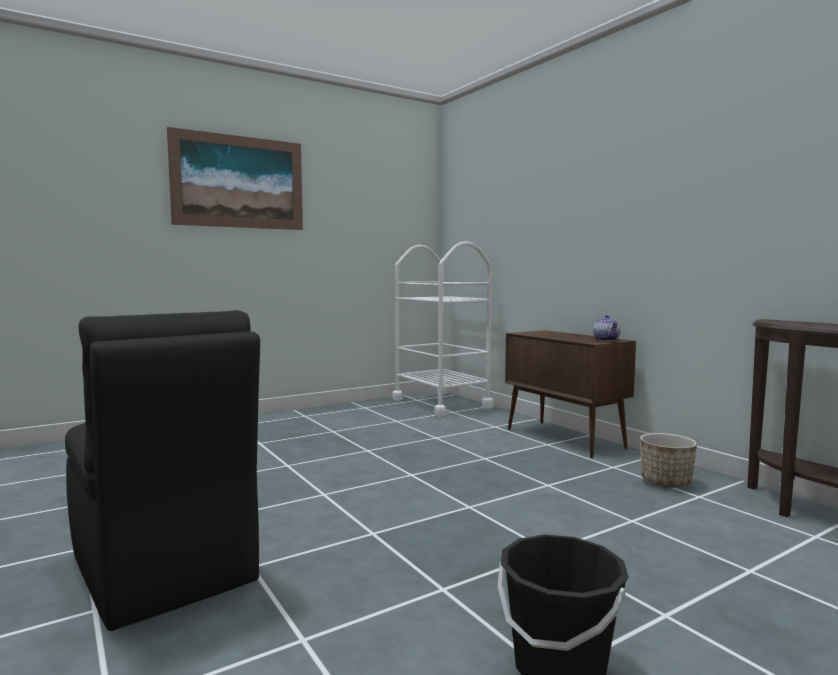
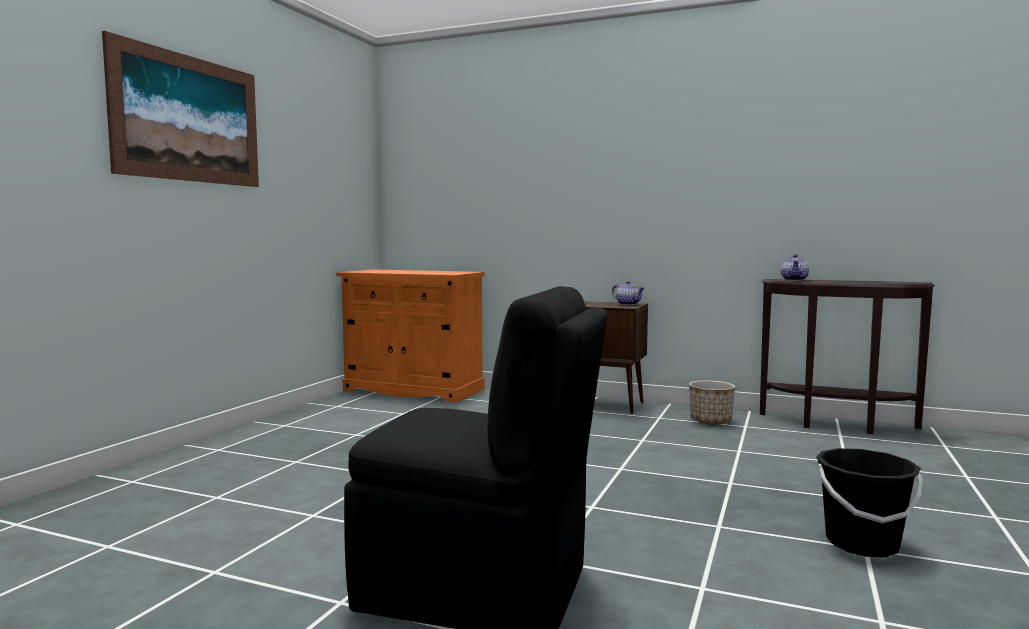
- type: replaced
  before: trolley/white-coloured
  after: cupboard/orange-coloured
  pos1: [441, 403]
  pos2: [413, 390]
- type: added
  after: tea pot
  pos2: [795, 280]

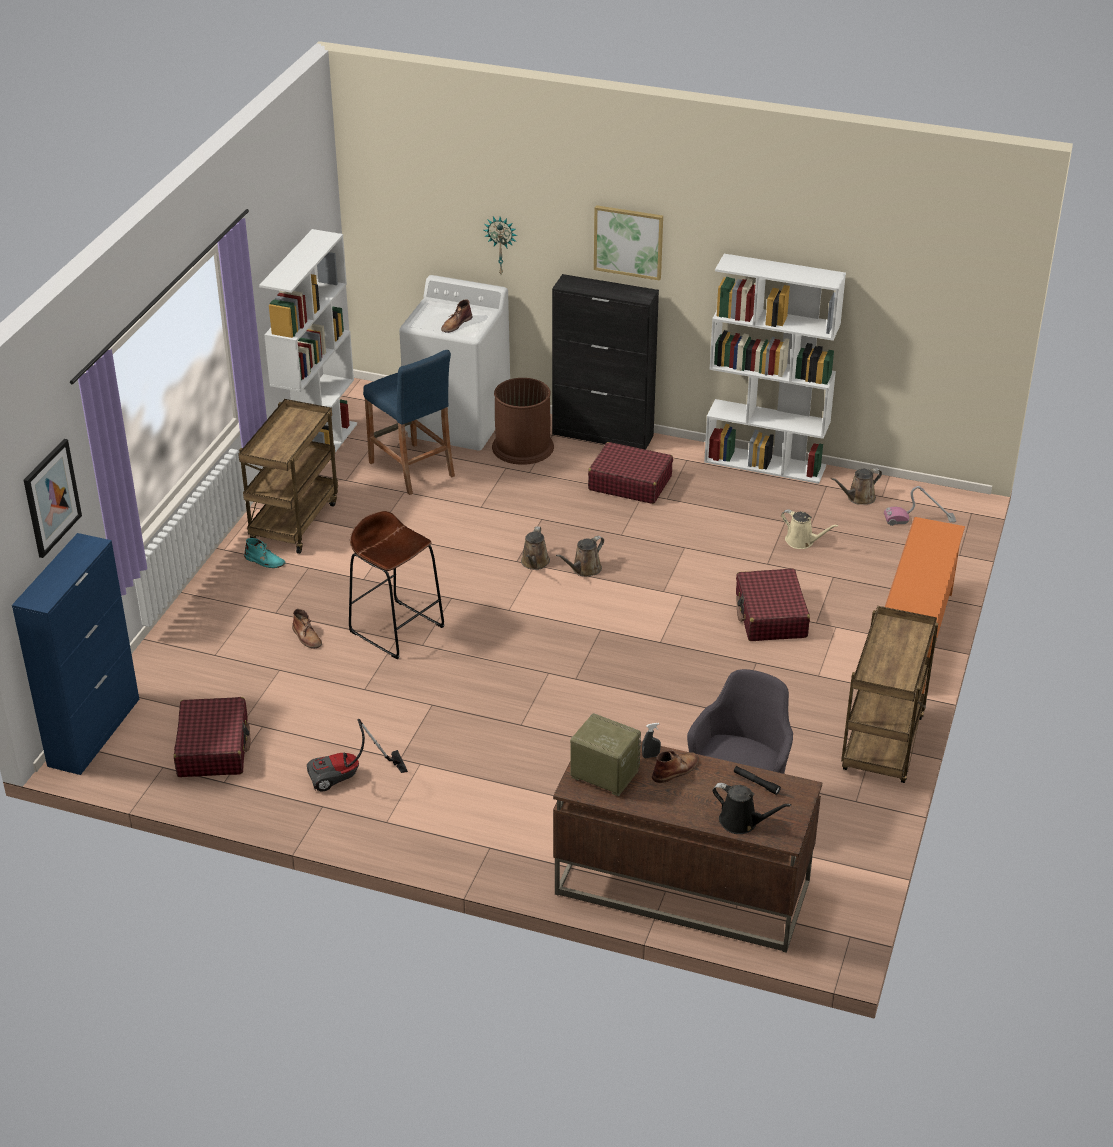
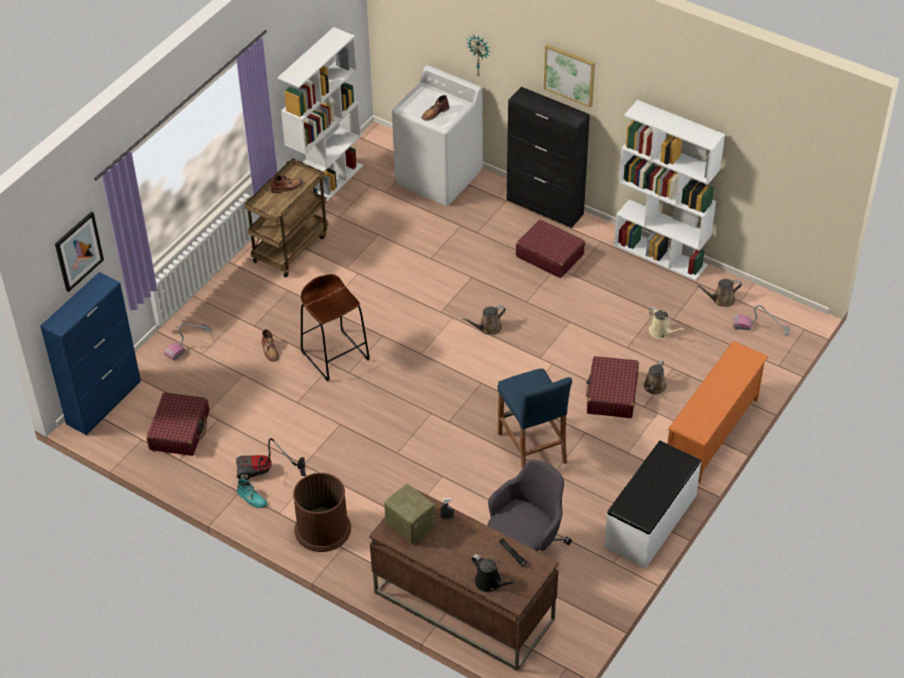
- type: added
  after: vacuum cleaner
  pos2: [188, 343]
- type: moved
  before: high-top boot/turquoise-coloured
  pos1: [265, 561]
  pos2: [252, 498]
- type: moved
  before: high-top boot/brownish
  pos1: [676, 770]
  pos2: [287, 187]
- type: moved
  before: waste bin/brownish
  pos1: [523, 447]
  pos2: [323, 529]
- type: moved
  before: sitting stool/blue-coloured
  pos1: [411, 469]
  pos2: [531, 447]
- type: replaced
  before: trolley/brownish
  after: bench/white-coloured
  pos1: [883, 746]
  pos2: [651, 521]
- type: moved
  before: watering pot/brownish
  pos1: [534, 563]
  pos2: [654, 388]

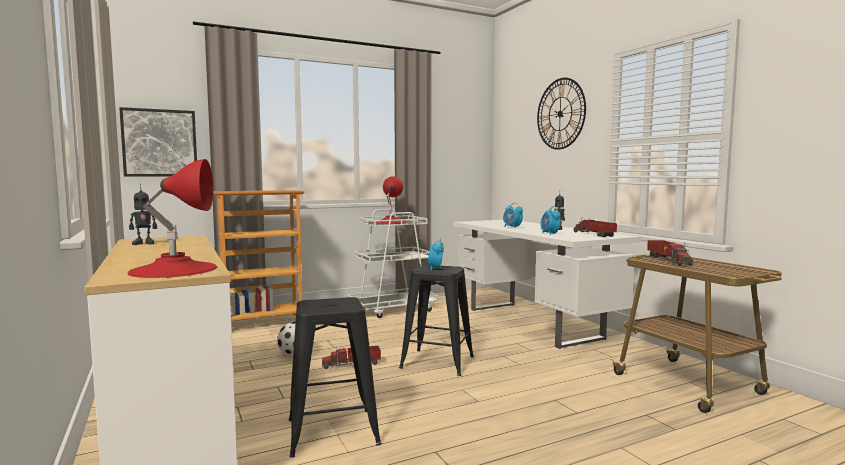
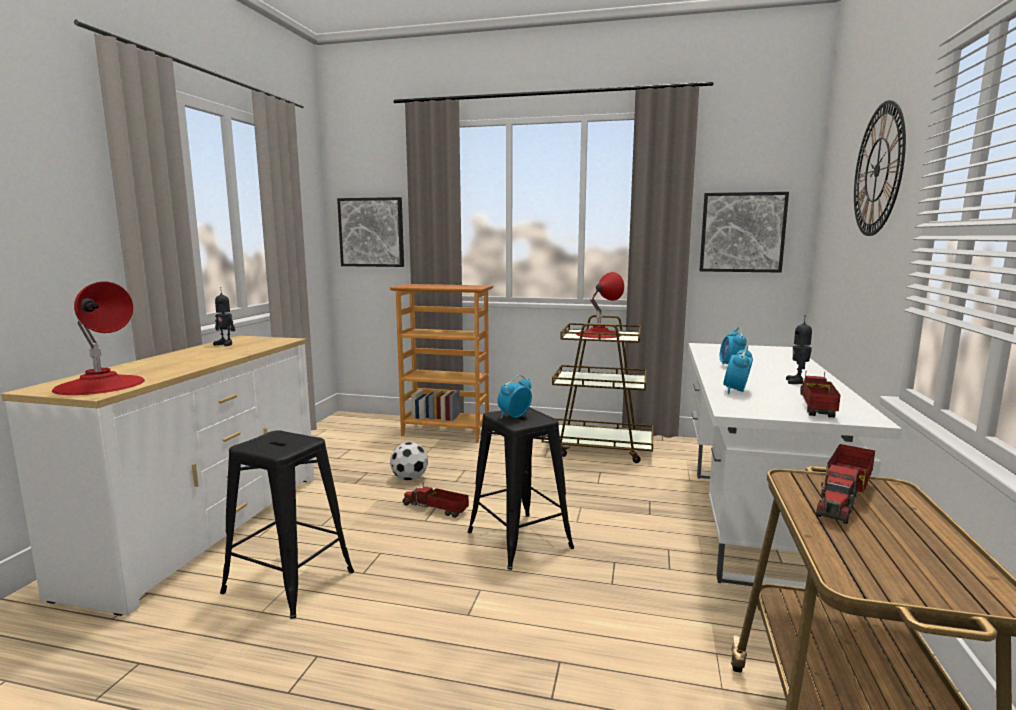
- type: recoloured
  before: trolley/white-coloured
  after: trolley/brownish
  pos1: [393, 309]
  pos2: [598, 448]
- type: added
  after: wall art
  pos2: [742, 232]

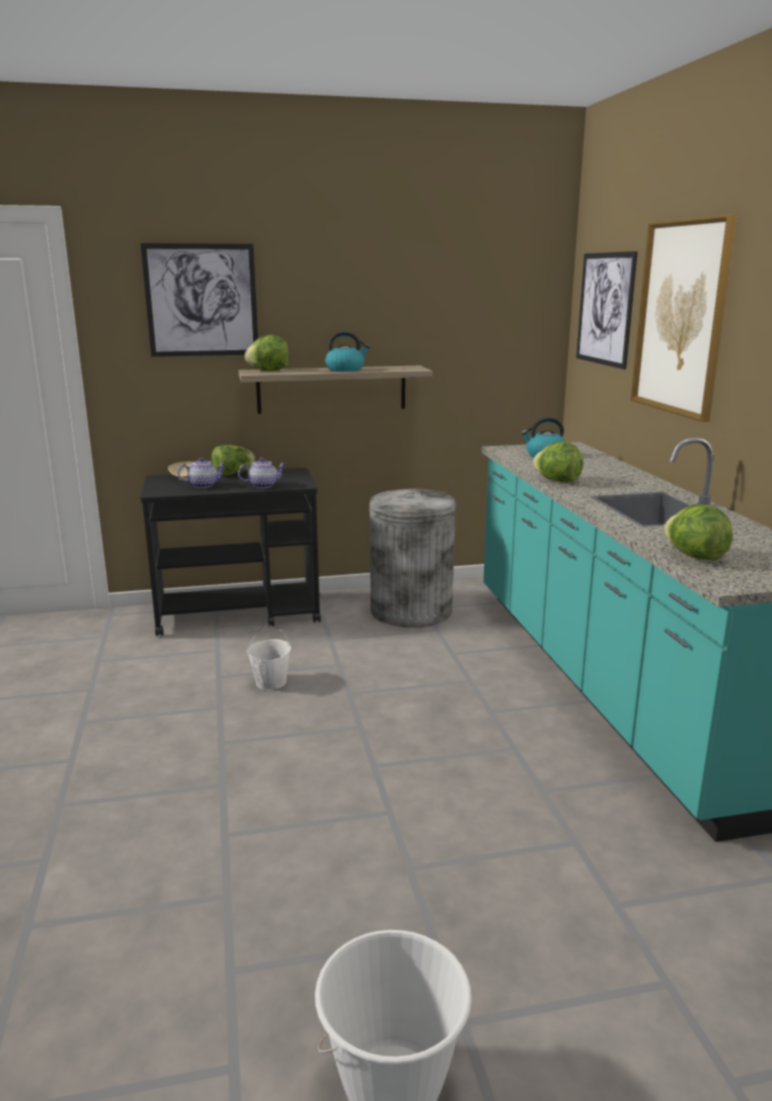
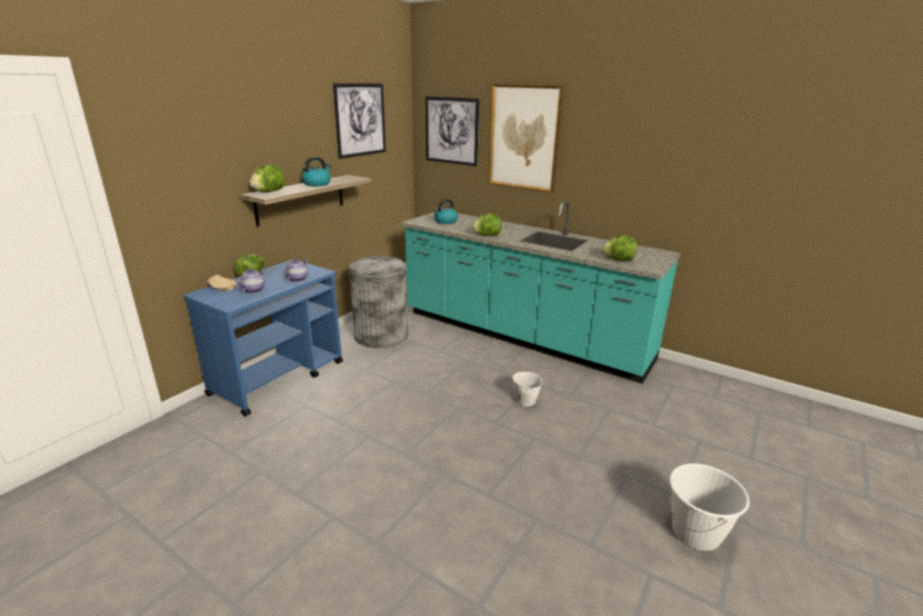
- type: recoloured
  before: trolley/black
  after: trolley/blue-coloured
  pos1: [239, 614]
  pos2: [279, 377]
- type: moved
  before: wall art
  pos1: [201, 300]
  pos2: [360, 120]
- type: moved
  before: bucket/white-coloured
  pos1: [271, 682]
  pos2: [525, 400]

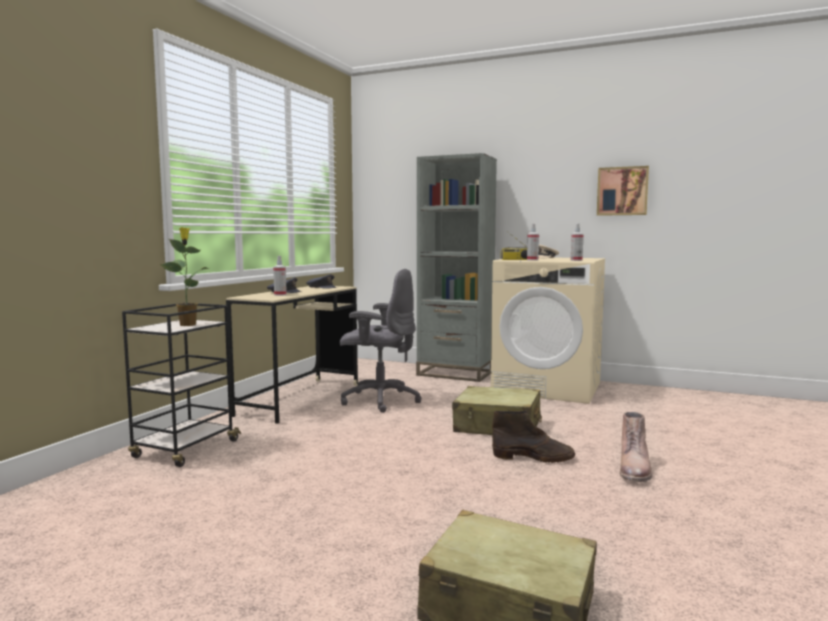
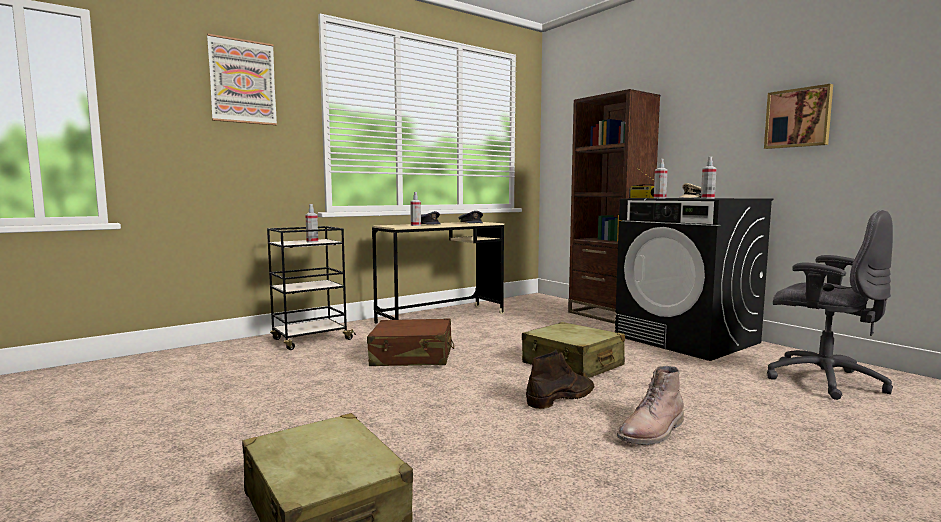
- type: added
  after: wall art
  pos2: [242, 82]
- type: replaced
  before: plant in a pot
  after: hand sprayer
  pos1: [188, 324]
  pos2: [312, 241]
- type: added
  after: piece of luggage/brownish
  pos2: [412, 357]
- type: turned
  before: high-top boot/brownish
  pos1: [534, 457]
  pos2: [561, 397]
  turn: -75
- type: recoloured
  before: bookcase/gray
  after: bookcase/brownish
  pos1: [455, 373]
  pos2: [608, 315]
- type: recoloured
  before: washing machine/beige
  after: washing machine/black
  pos1: [548, 387]
  pos2: [687, 339]
- type: moved
  before: computer chair/gray
  pos1: [379, 400]
  pos2: [822, 380]

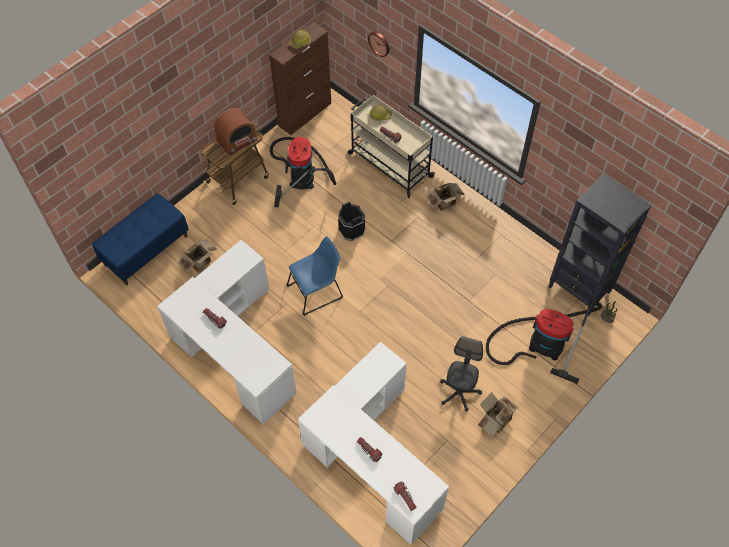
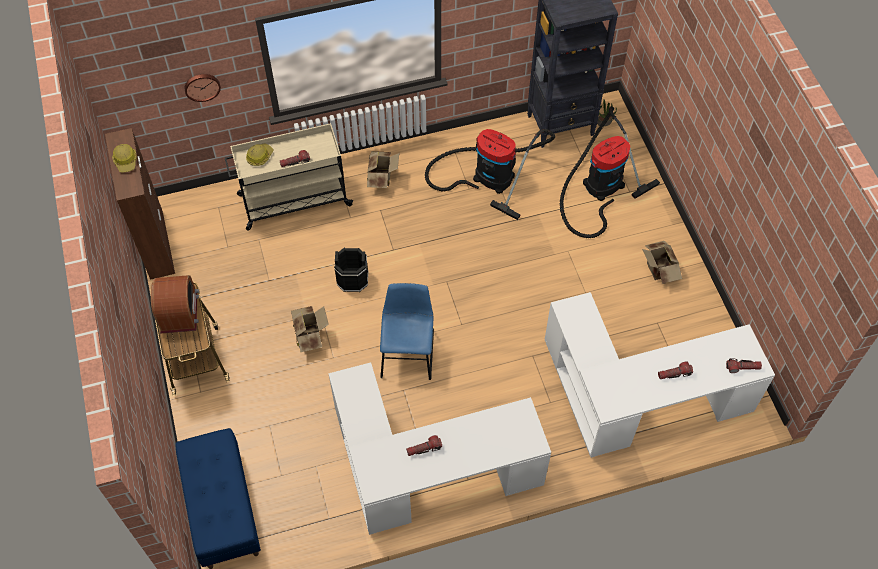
- type: moved
  before: packing box
  pos1: [201, 263]
  pos2: [310, 335]
- type: moved
  before: vacuum cleaner
  pos1: [302, 175]
  pos2: [489, 176]
- type: removed
  before: computer chair/gray
  pos1: [459, 392]

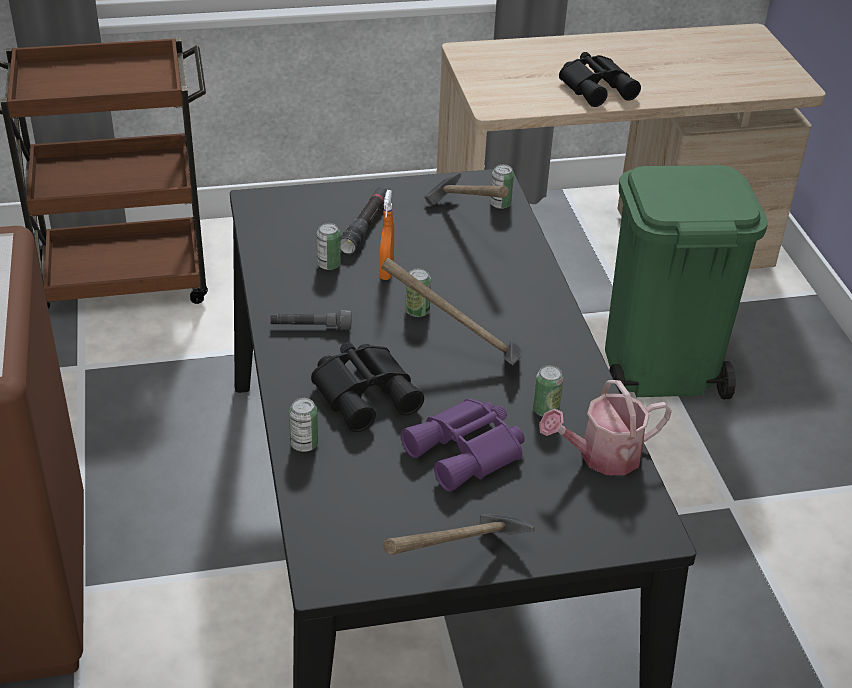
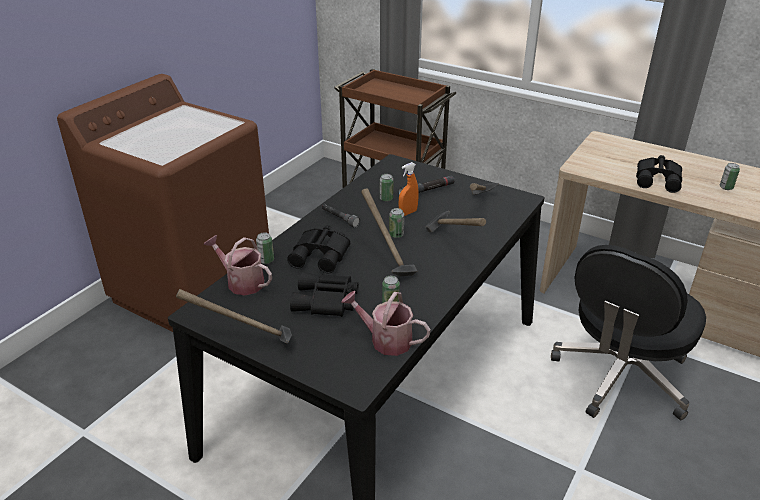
- type: added
  after: watering pot
  pos2: [241, 282]
- type: recoloured
  before: pair of binoculars/purplish
  after: pair of binoculars/black
  pos1: [468, 452]
  pos2: [326, 301]
- type: added
  after: hand hammer
  pos2: [454, 245]
- type: replaced
  before: waste bin/greenish
  after: computer chair/black
  pos1: [658, 370]
  pos2: [620, 376]
- type: moved
  before: can
  pos1: [500, 204]
  pos2: [726, 187]

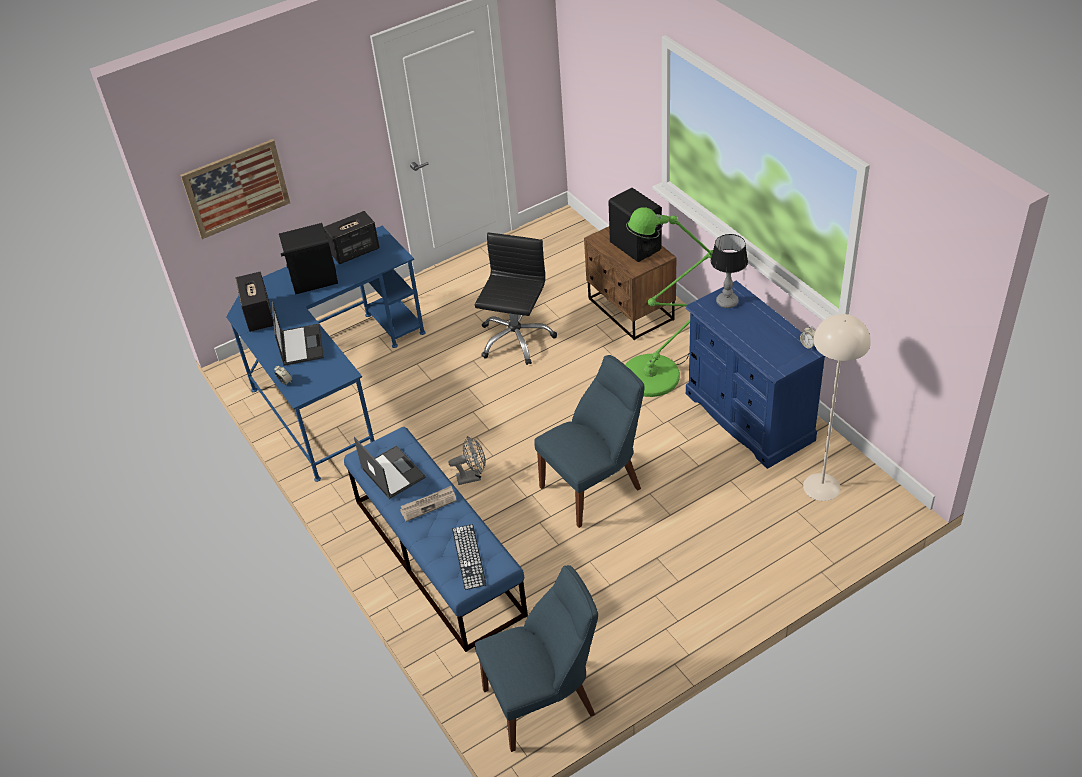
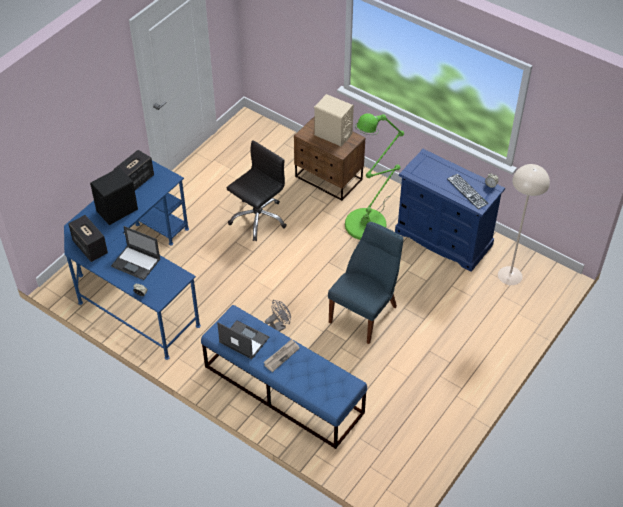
- type: turned
  before: portable computer
  pos1: [301, 344]
  pos2: [136, 263]
  turn: 150
- type: turned
  before: computer chair/black
  pos1: [515, 339]
  pos2: [258, 218]
  turn: 45
- type: recoloured
  before: speaker/black
  after: speaker/beige
  pos1: [635, 246]
  pos2: [333, 134]
- type: moved
  before: PC keyboard
  pos1: [469, 556]
  pos2: [467, 191]
- type: removed
  before: wall art
  pos1: [236, 188]
- type: removed
  before: chair/blue-coloured
  pos1: [544, 700]
- type: removed
  before: lamp for a table
  pos1: [727, 302]

